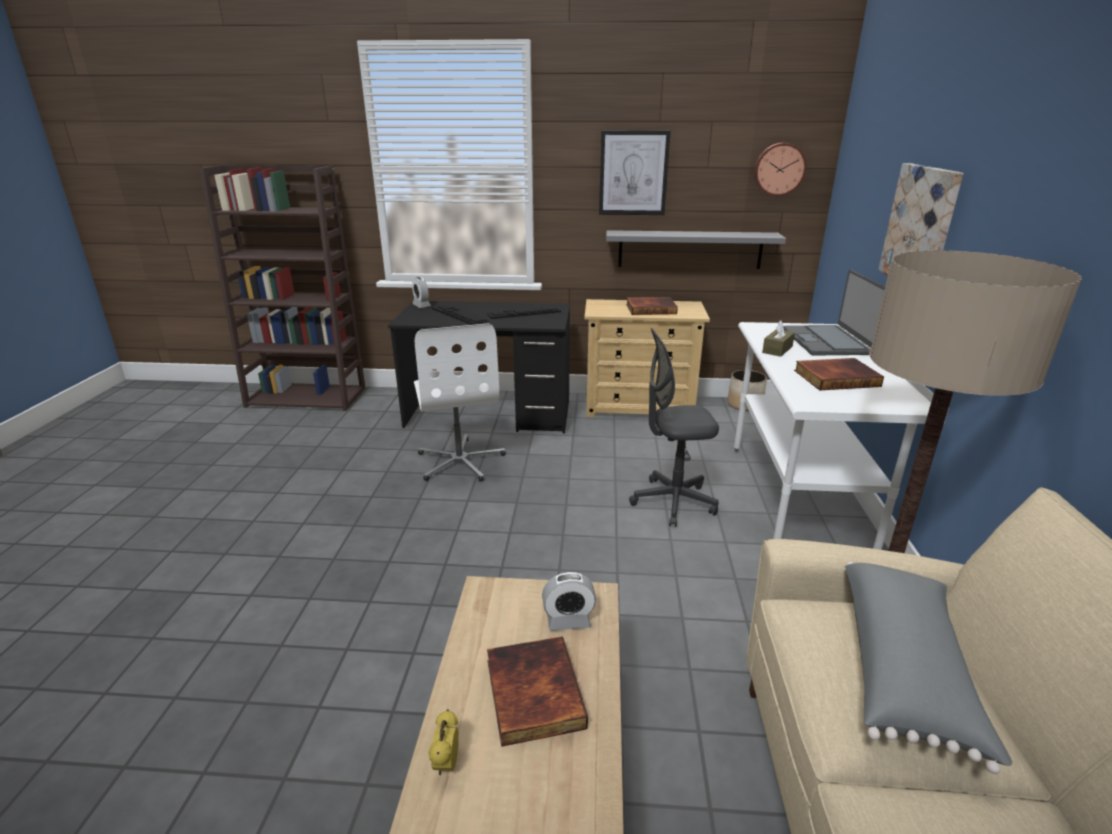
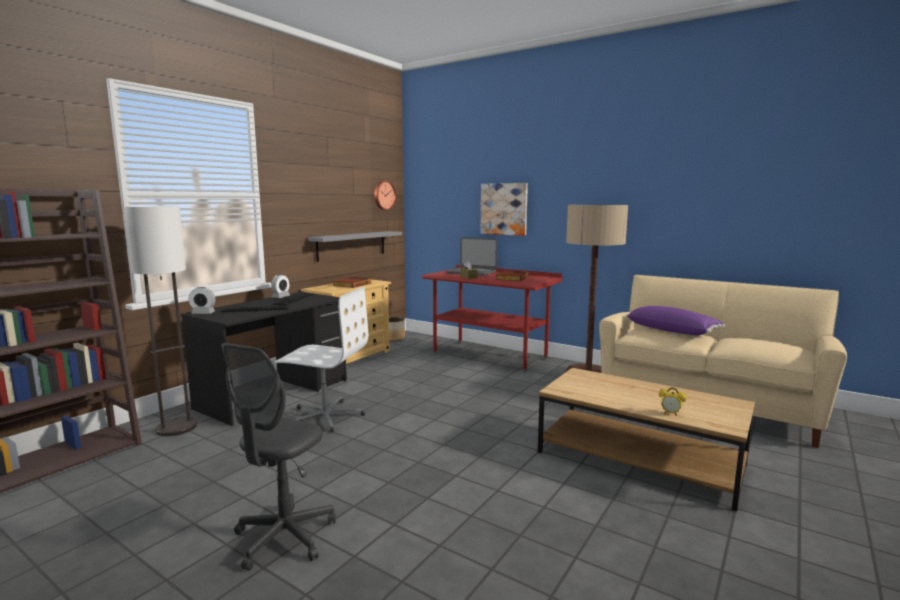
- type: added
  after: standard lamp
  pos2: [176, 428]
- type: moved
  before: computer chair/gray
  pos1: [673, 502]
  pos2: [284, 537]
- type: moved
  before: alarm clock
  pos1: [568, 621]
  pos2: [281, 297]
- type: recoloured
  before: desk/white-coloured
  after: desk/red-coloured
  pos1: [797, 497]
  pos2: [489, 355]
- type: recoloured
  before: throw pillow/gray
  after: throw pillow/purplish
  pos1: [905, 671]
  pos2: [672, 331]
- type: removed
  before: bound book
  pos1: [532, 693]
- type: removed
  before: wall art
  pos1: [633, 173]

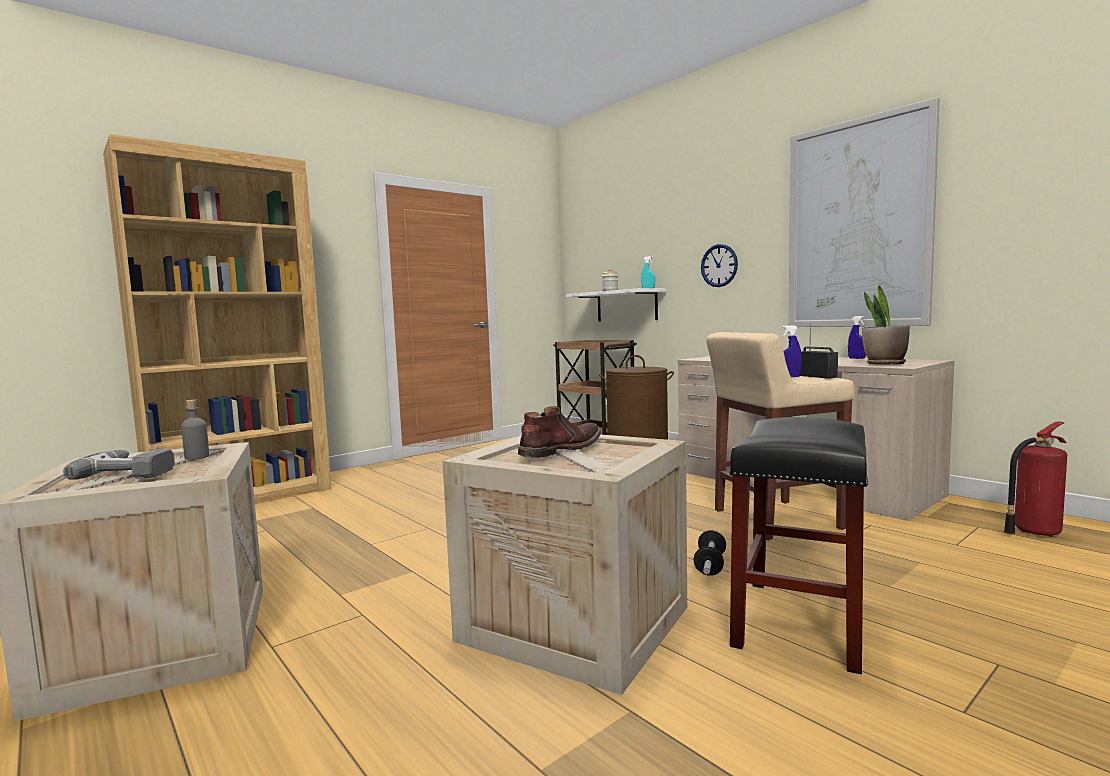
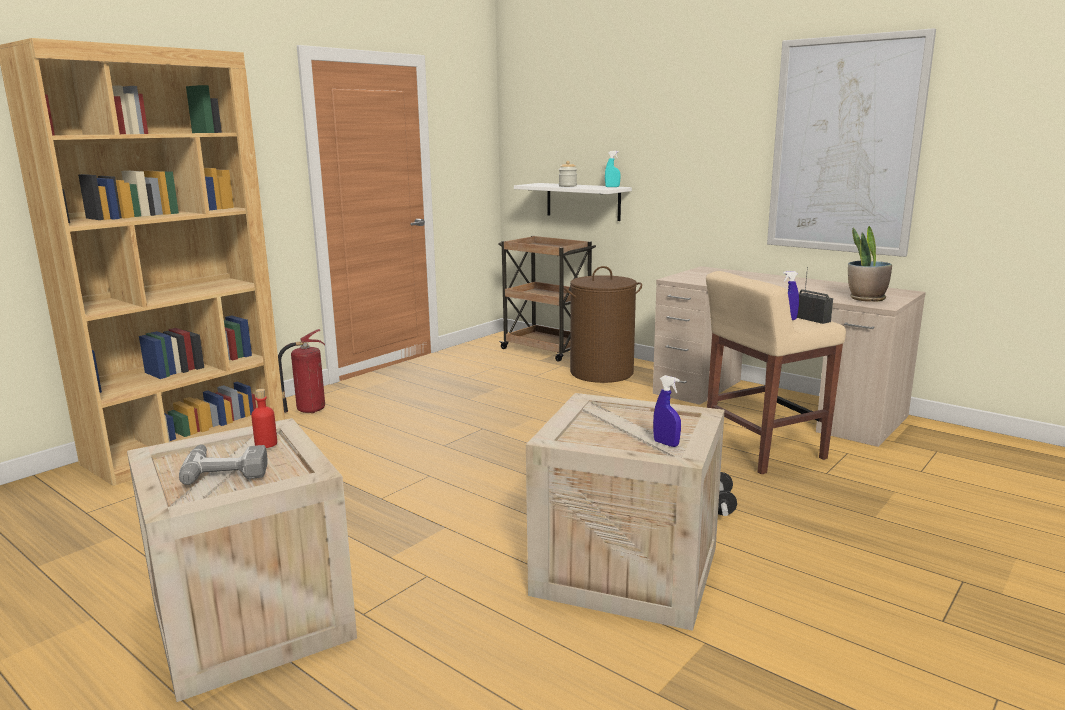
- type: recoloured
  before: bottle/gray
  after: bottle/red-coloured
  pos1: [197, 457]
  pos2: [266, 444]
- type: moved
  before: fire-fighting cylinder
  pos1: [1034, 532]
  pos2: [308, 410]
- type: moved
  before: hand sprayer/blue-coloured
  pos1: [857, 358]
  pos2: [666, 444]
- type: removed
  before: high-top boot/brownish
  pos1: [560, 449]
- type: removed
  before: hanging clock
  pos1: [719, 265]
- type: removed
  before: sitting stool/black
  pos1: [800, 623]

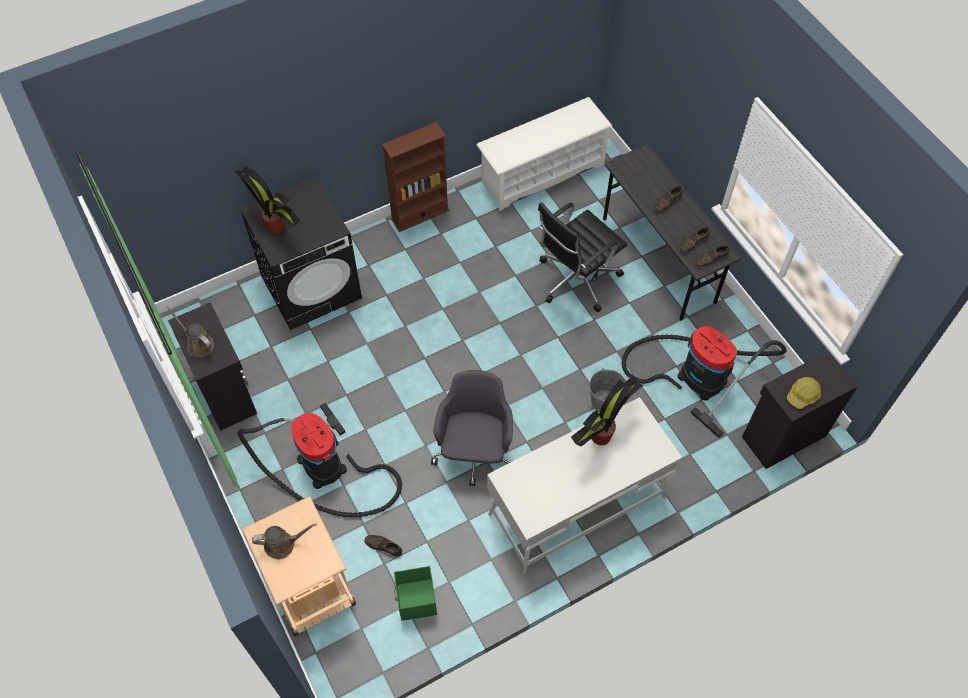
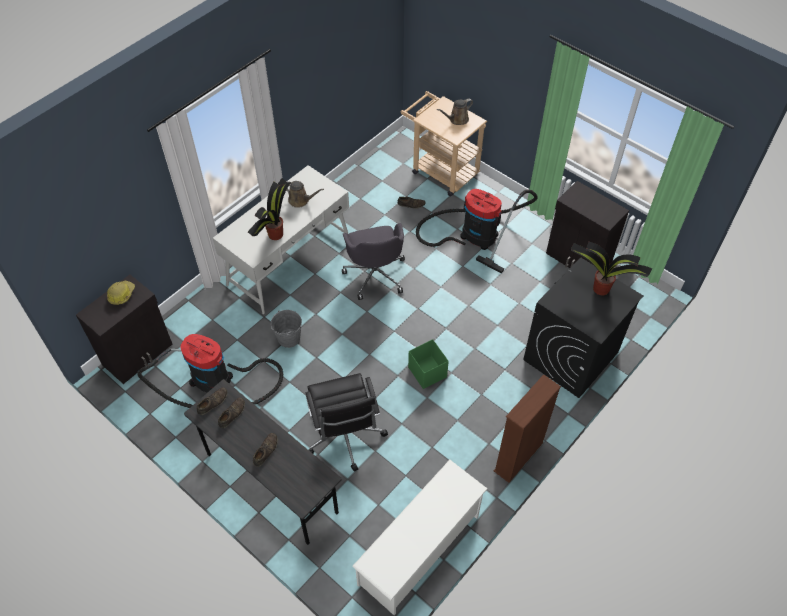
- type: moved
  before: watering pot/brownish
  pos1: [198, 344]
  pos2: [300, 200]
- type: turned
  before: computer chair/black
  pos1: [575, 280]
  pos2: [344, 436]
  turn: 135
- type: moved
  before: storage container/greenish
  pos1: [416, 600]
  pos2: [427, 372]

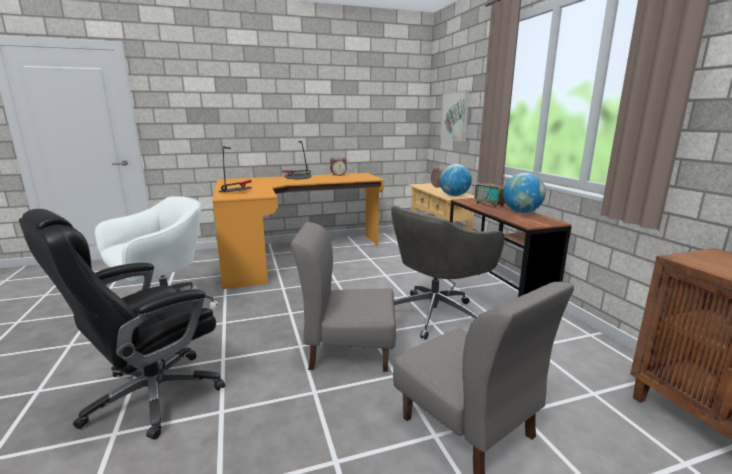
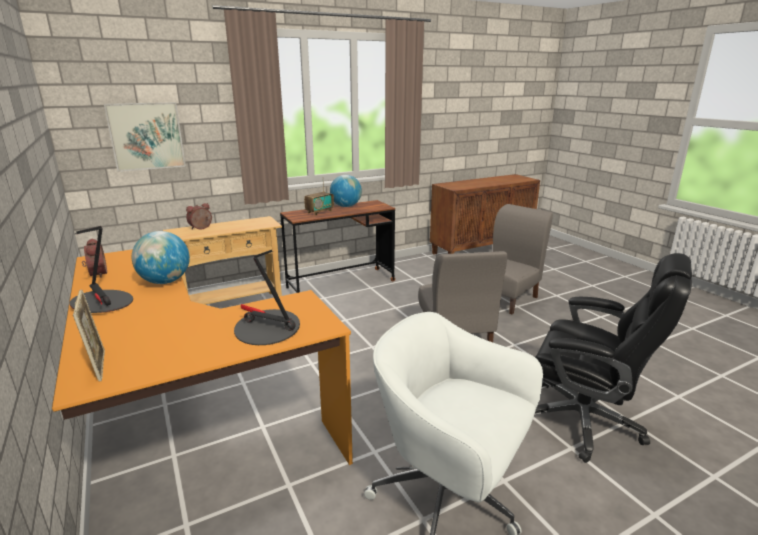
- type: added
  after: standing frame
  pos2: [98, 366]
- type: moved
  before: desk globe
  pos1: [454, 195]
  pos2: [165, 282]
- type: removed
  before: computer chair/gray
  pos1: [436, 314]

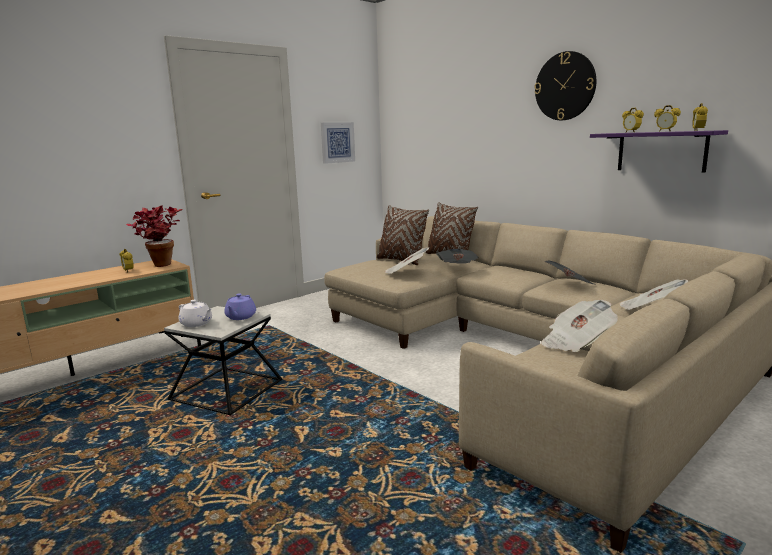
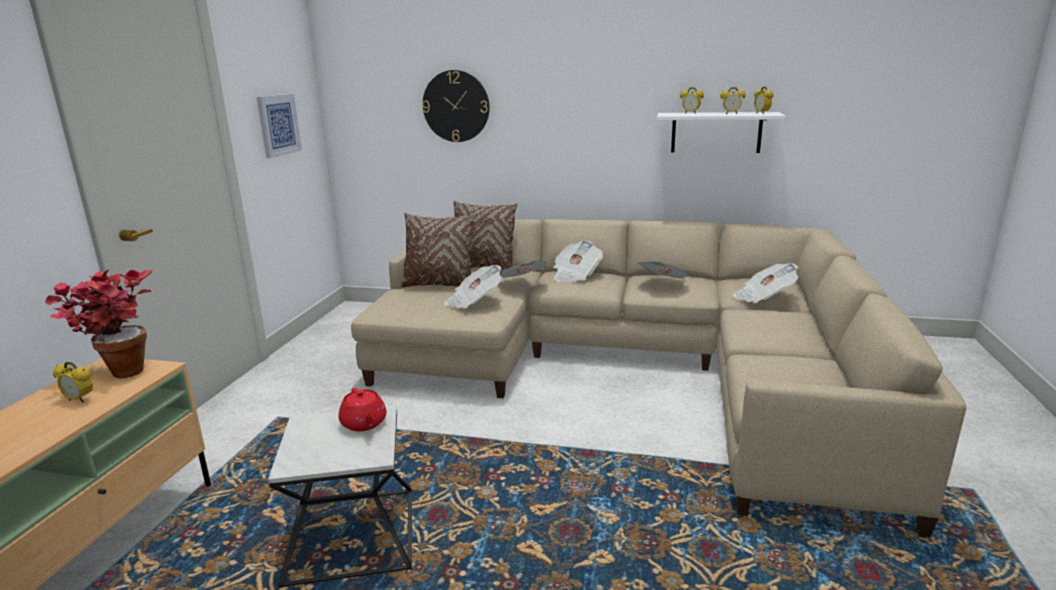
- type: recoloured
  before: tea pot/purplish
  after: tea pot/red-coloured
  pos1: [240, 317]
  pos2: [364, 424]
- type: moved
  before: hanging clock
  pos1: [565, 86]
  pos2: [456, 106]
- type: moved
  before: daily paper
  pos1: [576, 343]
  pos2: [575, 275]
- type: recoloured
  before: shelf/purplish
  after: shelf/white-coloured
  pos1: [661, 151]
  pos2: [716, 132]
- type: removed
  before: tea pot/white-coloured
  pos1: [197, 324]

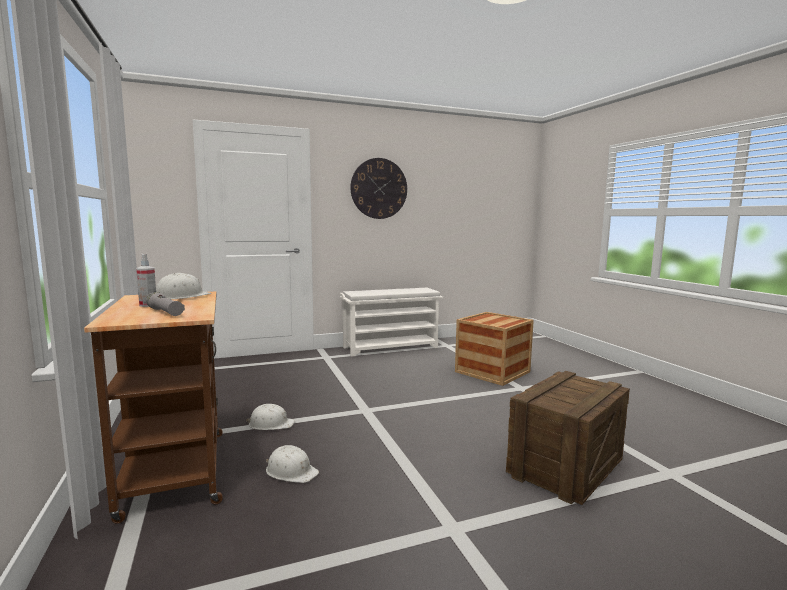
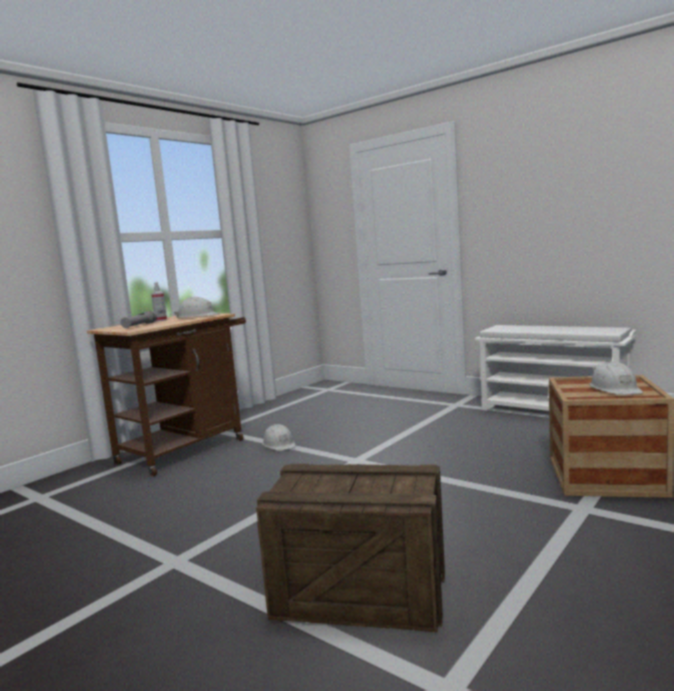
- type: moved
  before: safety helmet/white-coloured
  pos1: [291, 471]
  pos2: [615, 388]
- type: removed
  before: hanging clock
  pos1: [379, 188]

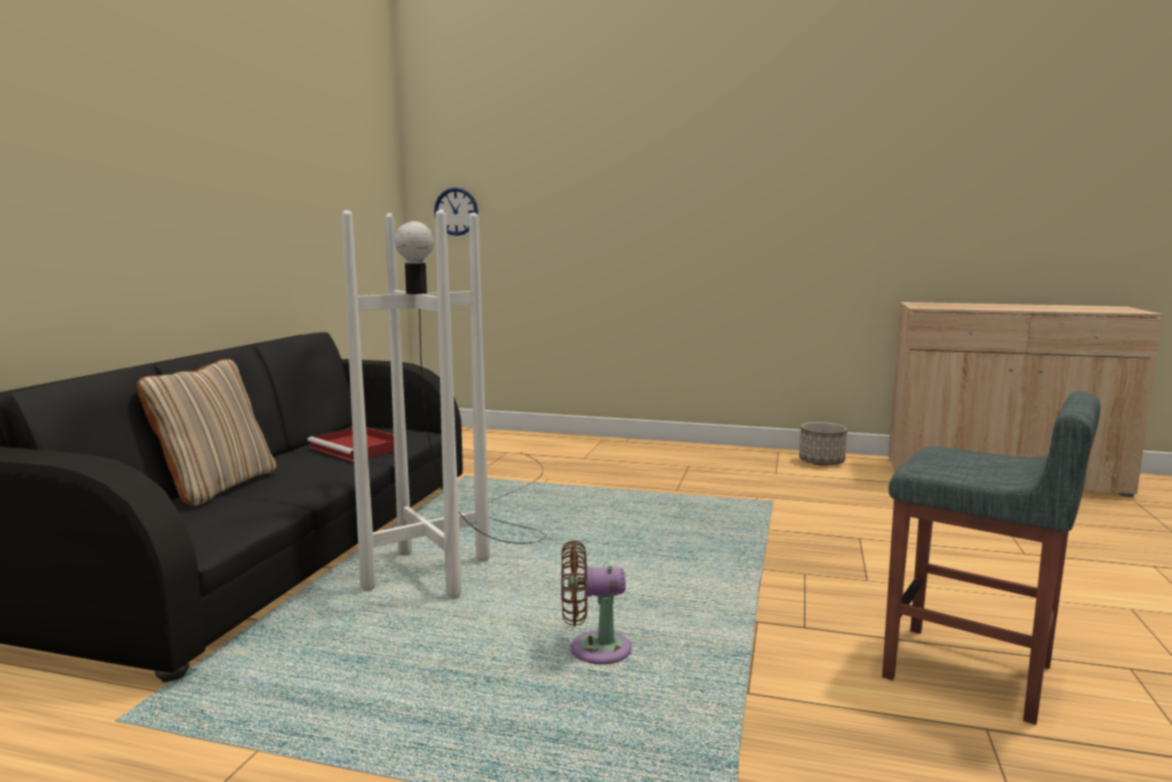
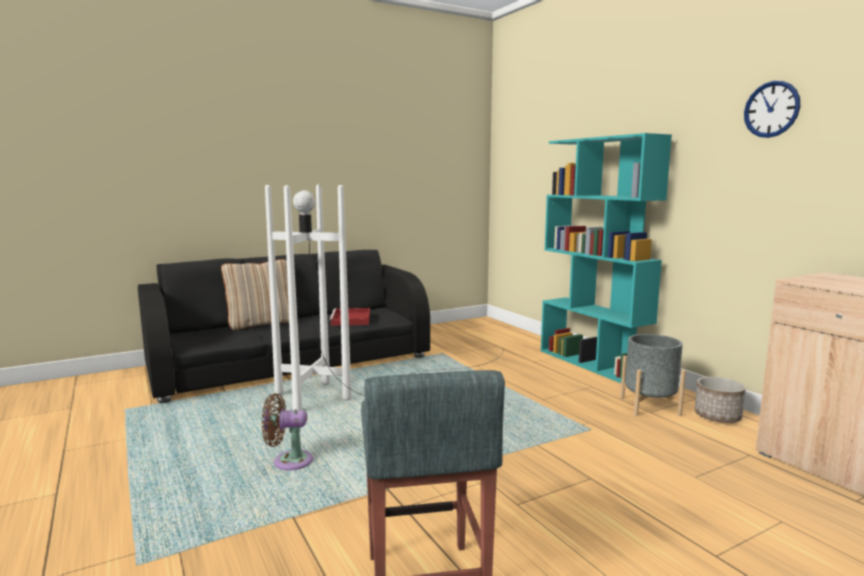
- type: turned
  before: cooling fan/brownish
  pos1: [593, 649]
  pos2: [289, 461]
  turn: -45
- type: added
  after: bookcase/turquoise-coloured
  pos2: [593, 364]
- type: added
  after: planter/gray
  pos2: [649, 406]
- type: moved
  before: hanging clock
  pos1: [456, 211]
  pos2: [771, 109]

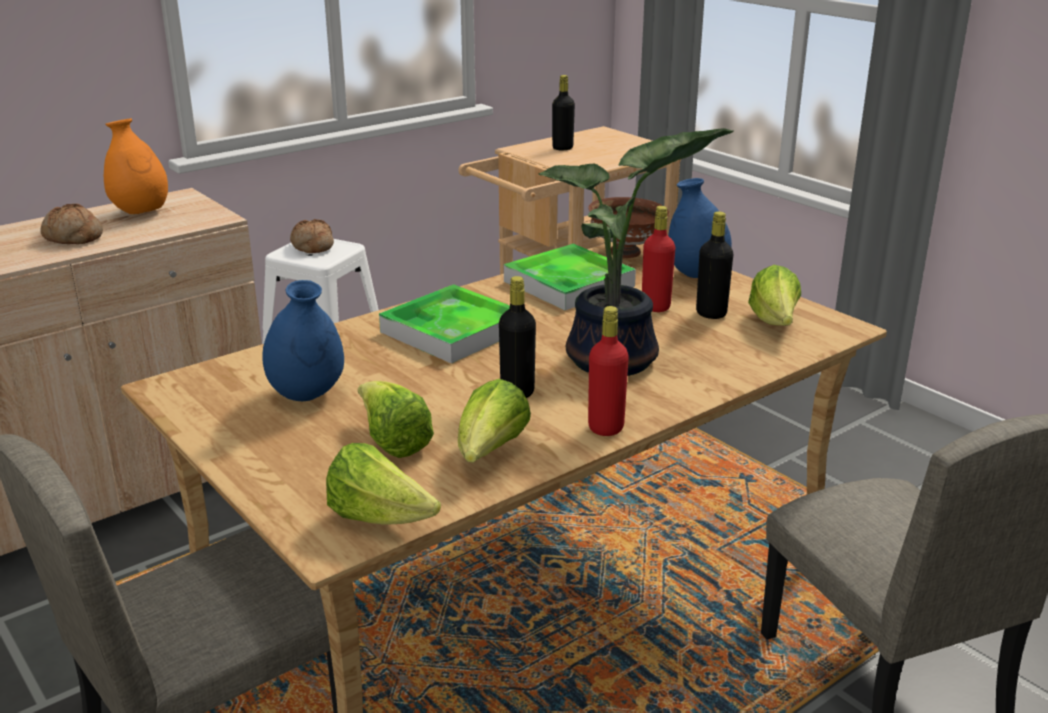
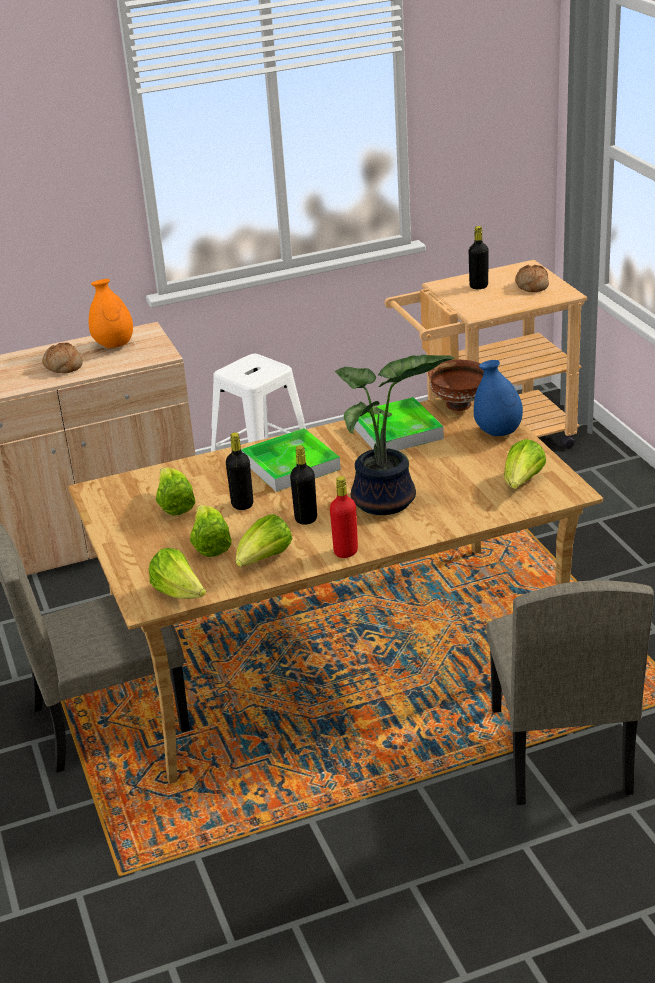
- type: replaced
  before: flower vase/blue-coloured
  after: lettuce head
  pos1: [307, 394]
  pos2: [174, 505]
- type: moved
  before: bottle/black
  pos1: [711, 313]
  pos2: [242, 504]
- type: moved
  before: bread
  pos1: [312, 246]
  pos2: [531, 286]
- type: removed
  before: bottle/red-coloured
  pos1: [655, 307]

